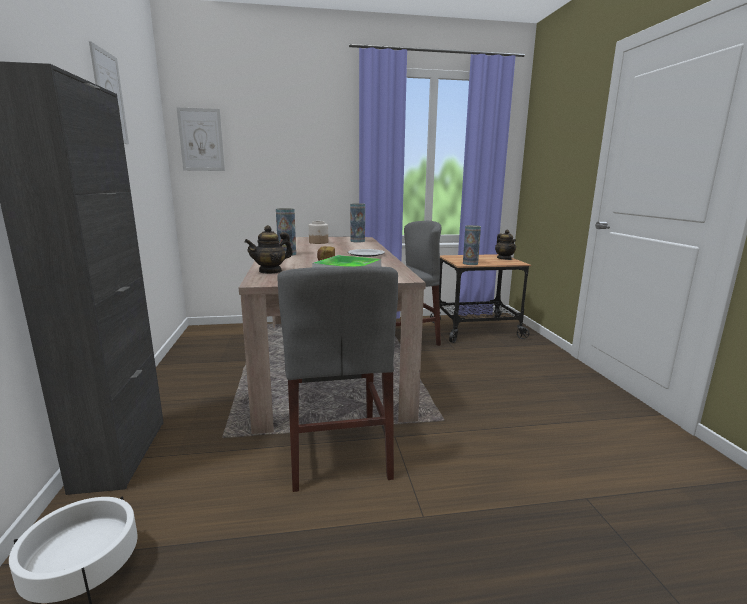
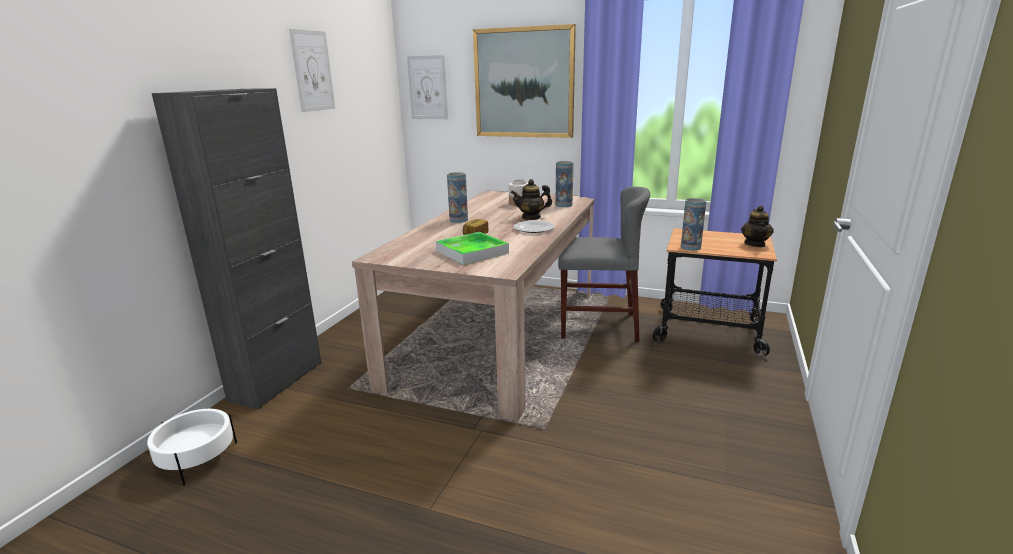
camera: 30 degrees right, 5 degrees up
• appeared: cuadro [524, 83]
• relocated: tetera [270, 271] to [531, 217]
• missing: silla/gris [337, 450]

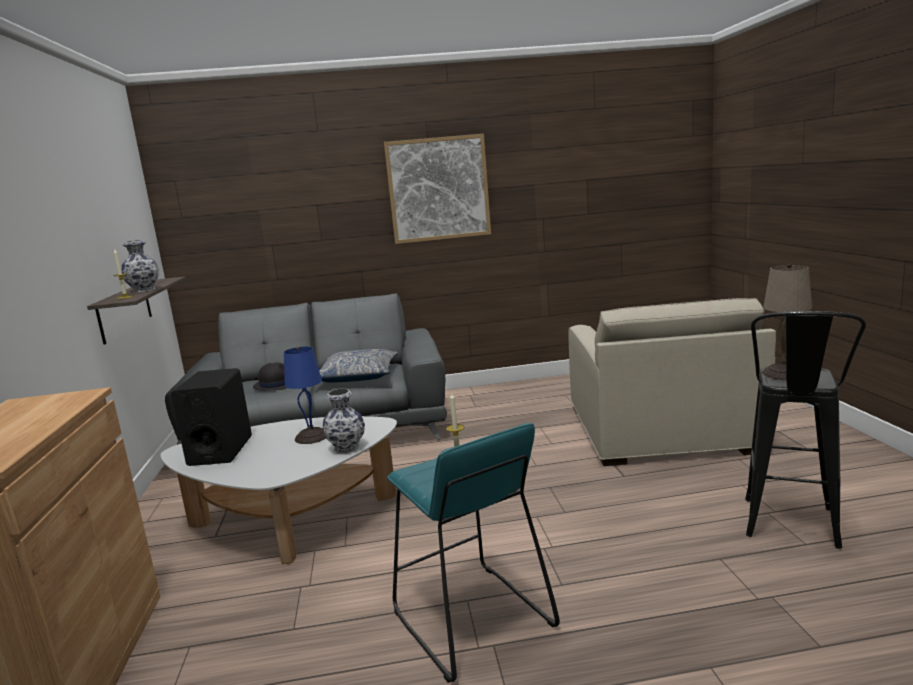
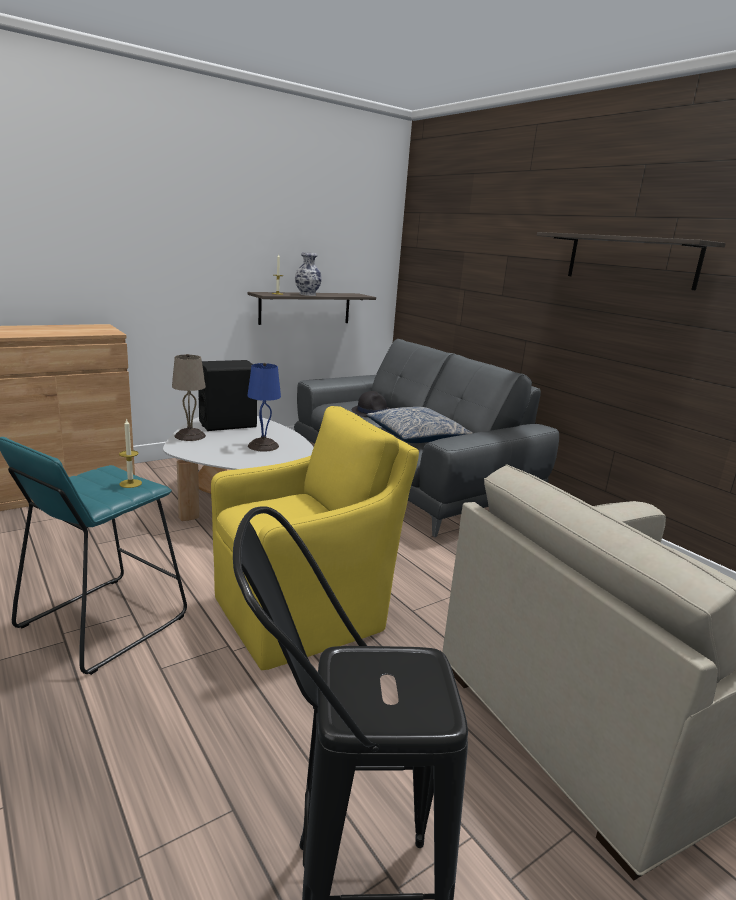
camera: 60 degrees right, 5 degrees up
• relocated: lámpara de mesa/beis [783, 373] to [190, 435]
• appeared: sillón/amarillo [304, 613]
• exchanged: cuadro [438, 189] to estante [631, 260]
• missing: florero [346, 448]

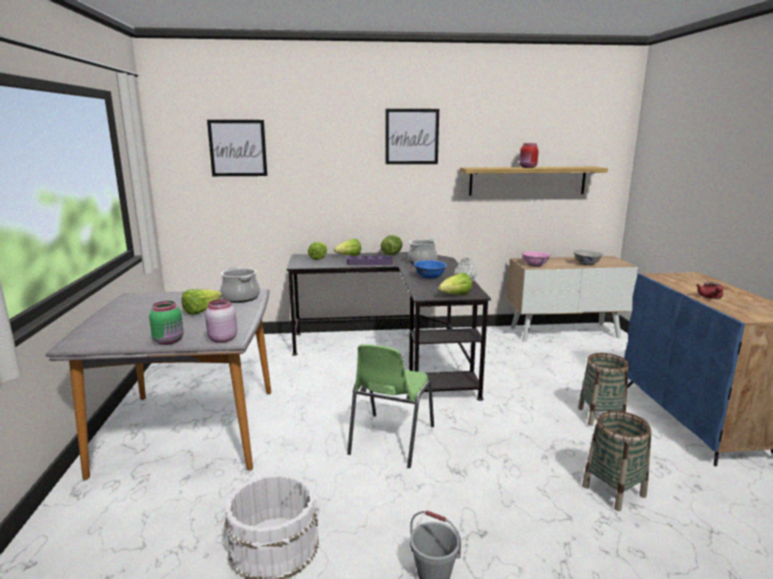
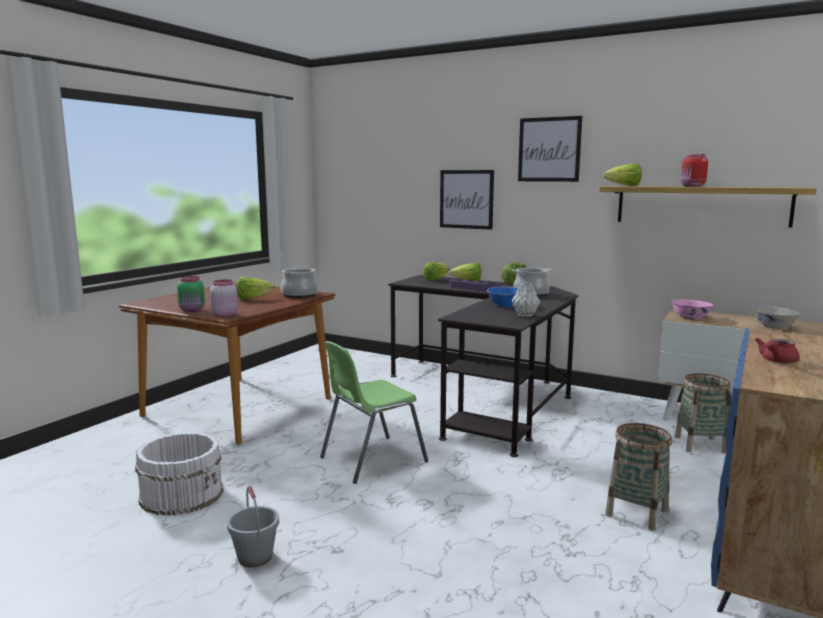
camera: 35 degrees right, 5 degrees down
• colour: mesa de comedor/gris [189, 431] to mesa de comedor/marrón [238, 407]
• relocated: cuadro [238, 148] to [466, 199]
• relocated: lechuga [455, 295] to [624, 186]
• relocated: cesta [614, 491] to [700, 444]

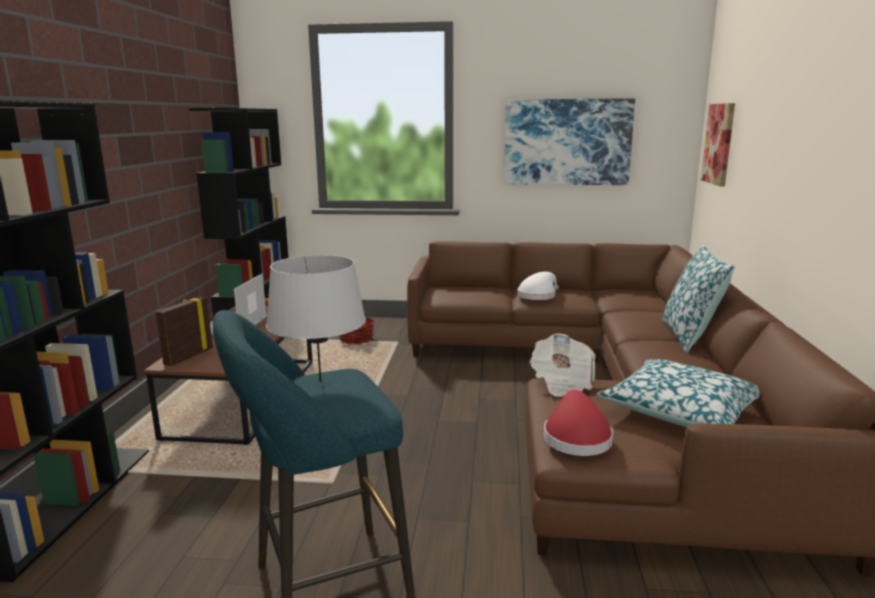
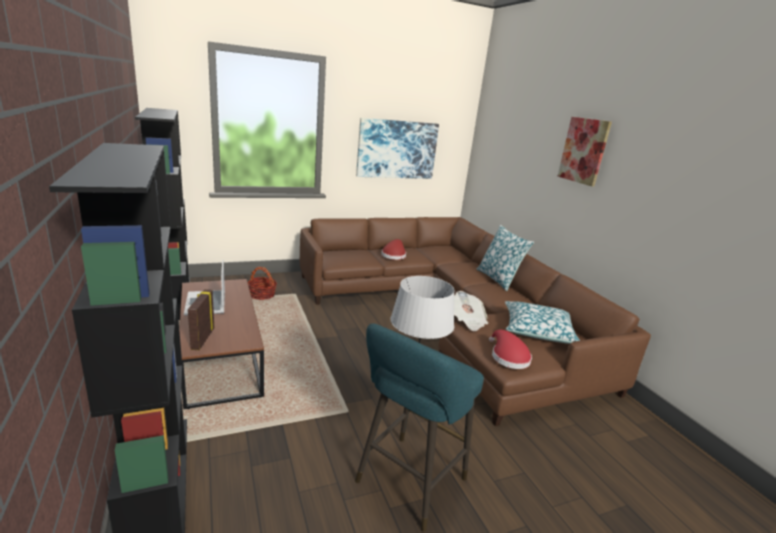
camera: 30 degrees left, 5 degrees up
• colour: sombrero/blanco [538, 295] to sombrero/rojo [394, 255]
• relocated: cuadro [719, 144] to [584, 151]

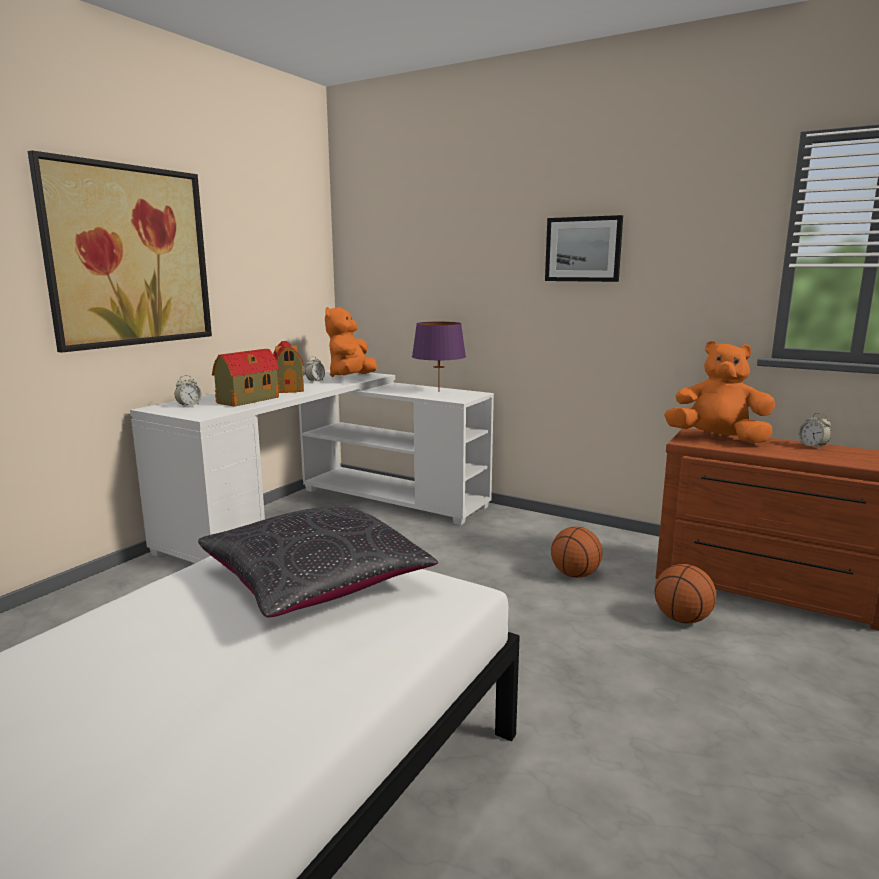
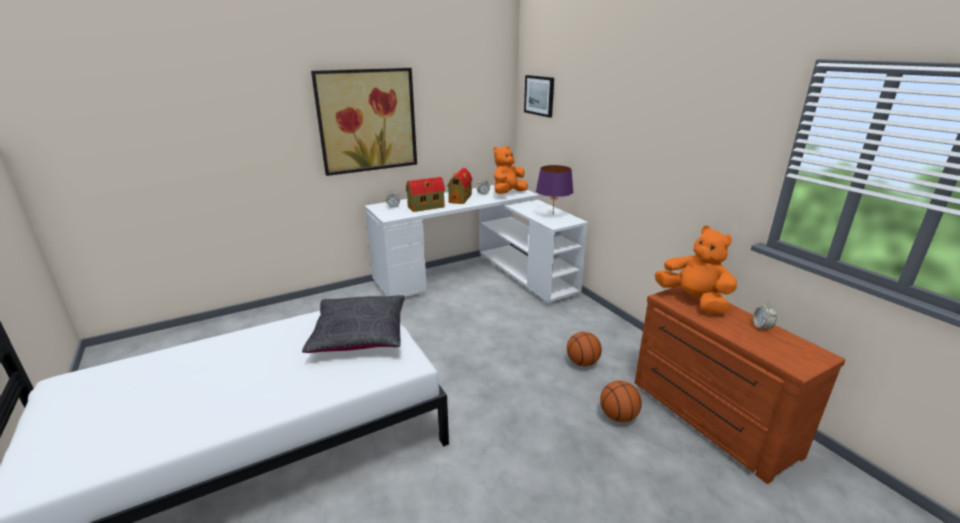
camera: 30 degrees right, 10 degrees up
• relocated: cuadro [583, 249] to [539, 95]

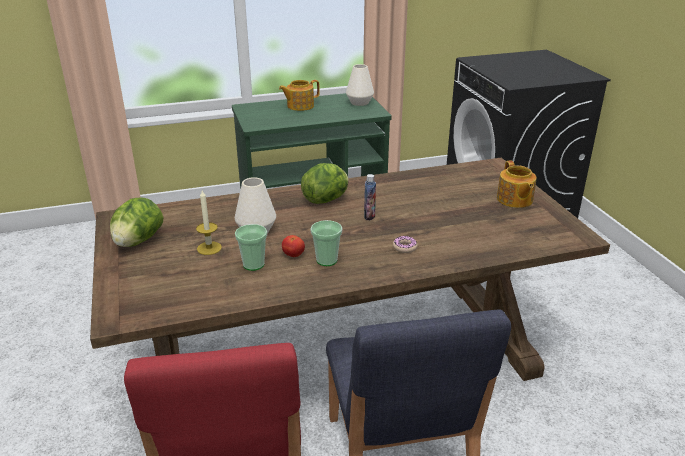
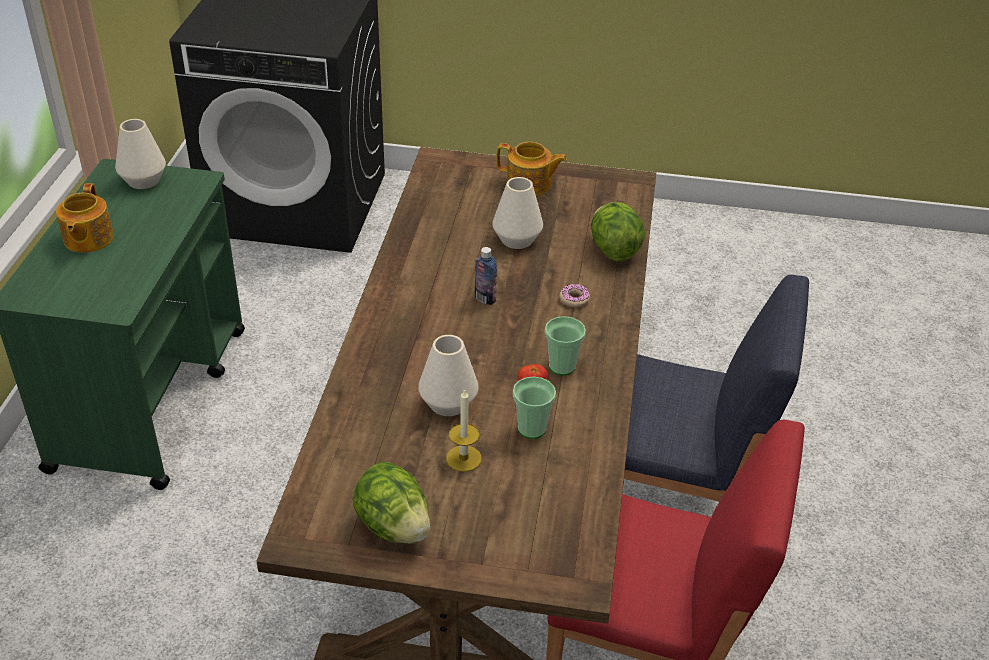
camera: 65 degrees left, 10 degrees up
• appeared: florero/blanco [517, 239]
• relocated: lechuga [326, 200] to [613, 250]

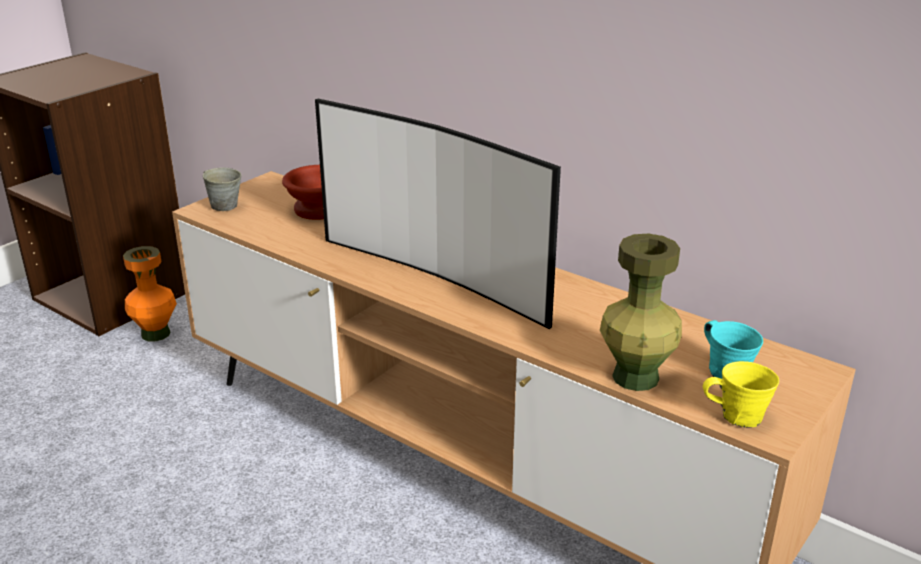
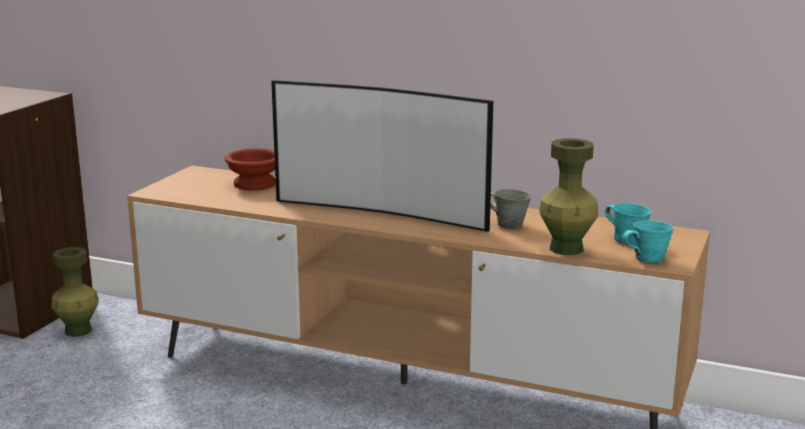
camera: 15 degrees left, 10 degrees down
• colour: florero/naranja [156, 333] to florero/verde [78, 331]
• relocated: taza grande/gris [223, 205] to [508, 224]
• colour: taza grande/amarillo [738, 417] to taza grande/turquesa [647, 260]

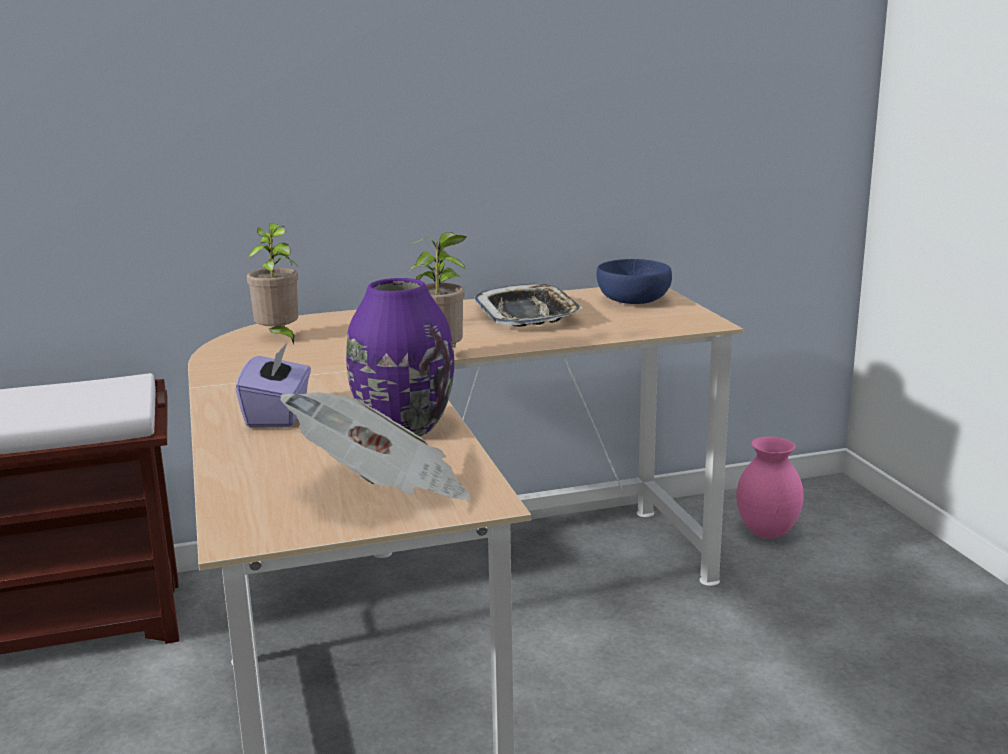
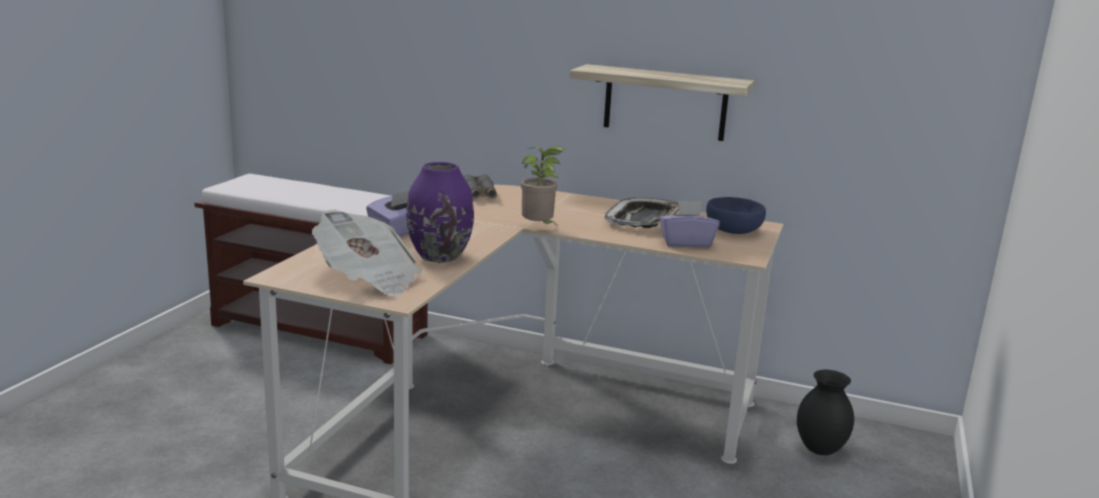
camera: 35 degrees right, 0 degrees up
• exchanged: planta en maceta [279, 338] to prismáticos/gris [479, 195]
• appeared: estante [665, 103]
• appeared: caja de pañuelos/morado [686, 243]
• colour: florero/rosa [768, 533] to florero/negro [821, 450]

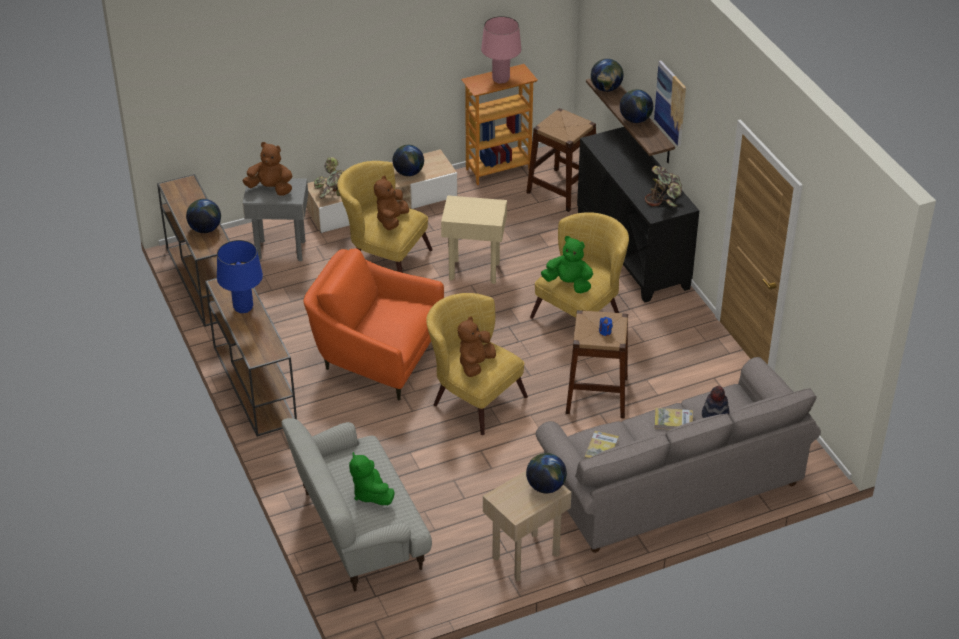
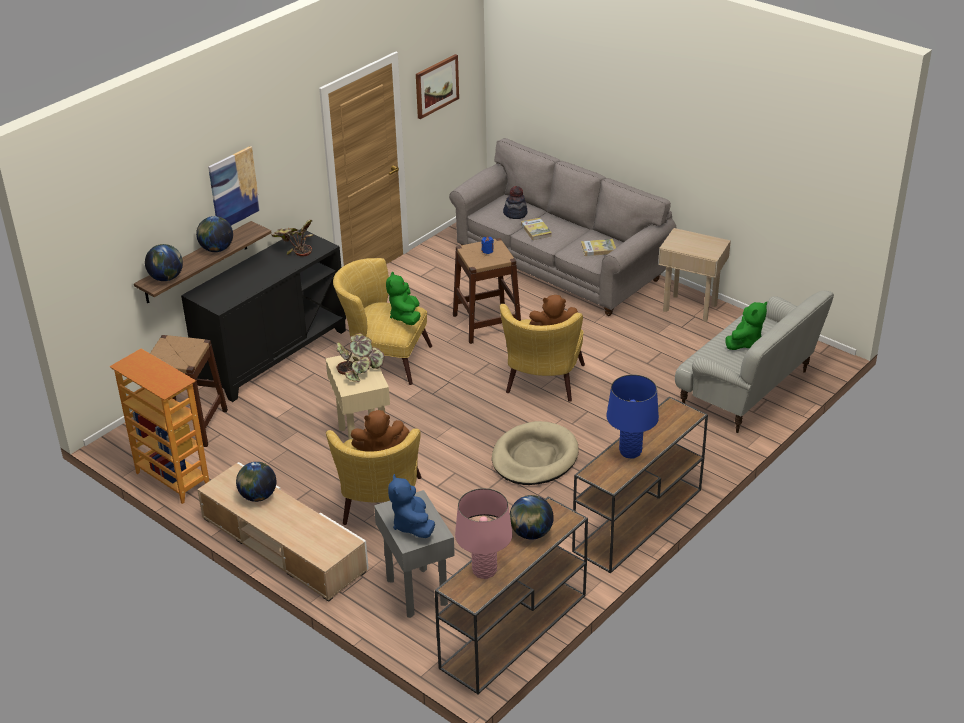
camera: 115 degrees left, 5 degrees down
• relocated: planta en maceta [330, 192] to [359, 370]
• colour: peluche/marrón [270, 188] to peluche/azul [412, 525]
• appeared: cuadro [436, 86]
• relocated: lámpara de mesa/rosa [500, 79] to [484, 571]
• exchanged: sillón/naranja [376, 356] to cama para perro/beis [534, 457]
• missing: globo terráqueo [545, 486]

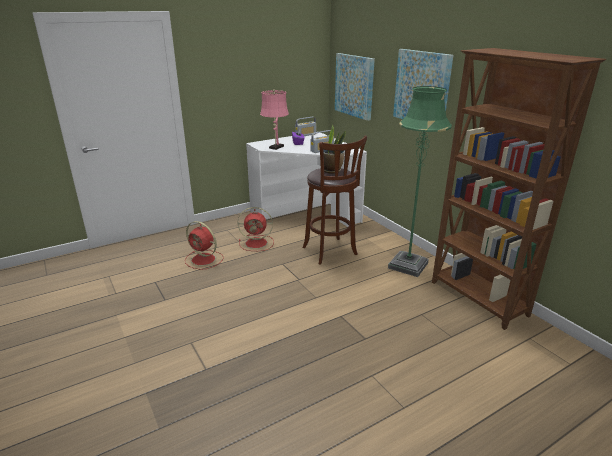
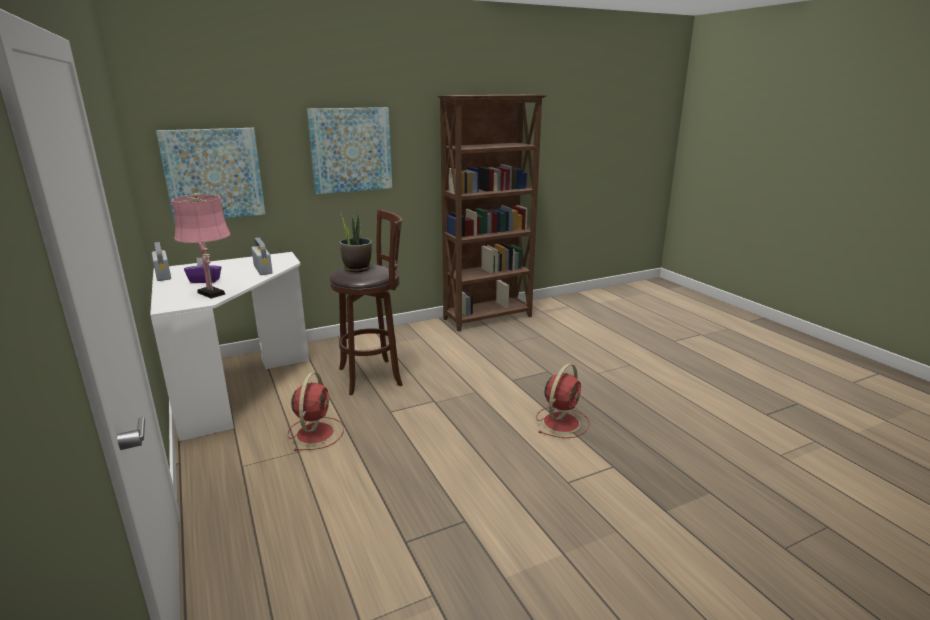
camera: 85 degrees left, 5 degrees down
• relocated: ventilador/rojo [204, 260] to [562, 422]
• missing: lámpara de pie/verde [408, 265]

